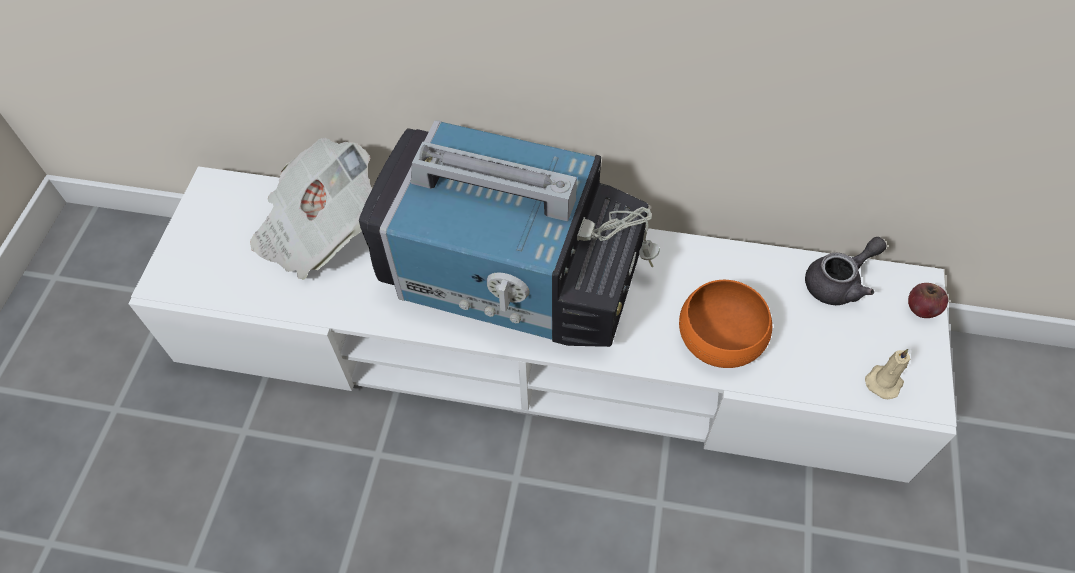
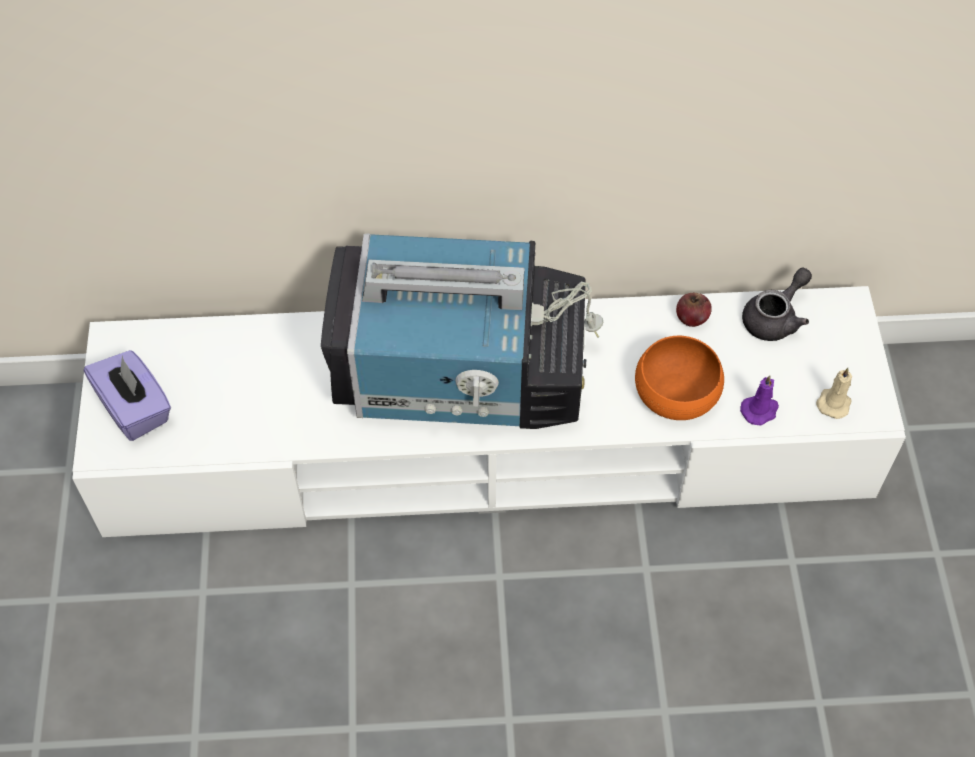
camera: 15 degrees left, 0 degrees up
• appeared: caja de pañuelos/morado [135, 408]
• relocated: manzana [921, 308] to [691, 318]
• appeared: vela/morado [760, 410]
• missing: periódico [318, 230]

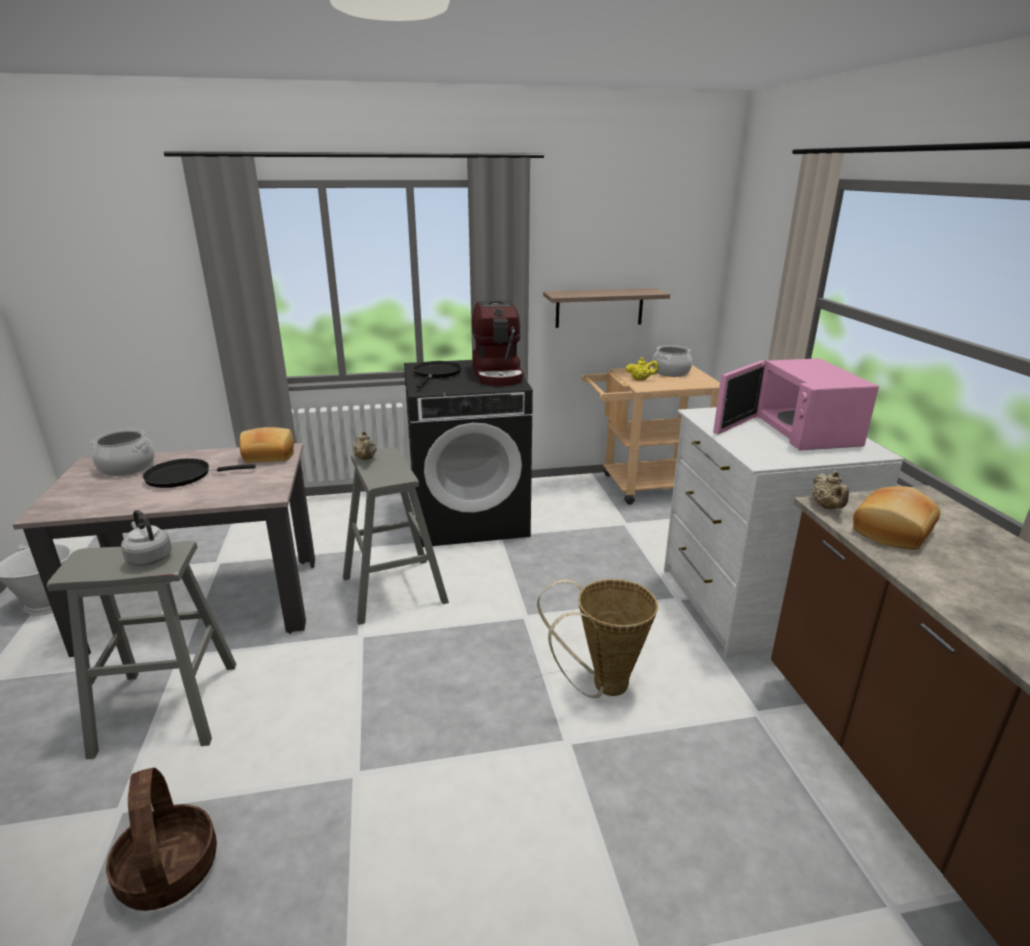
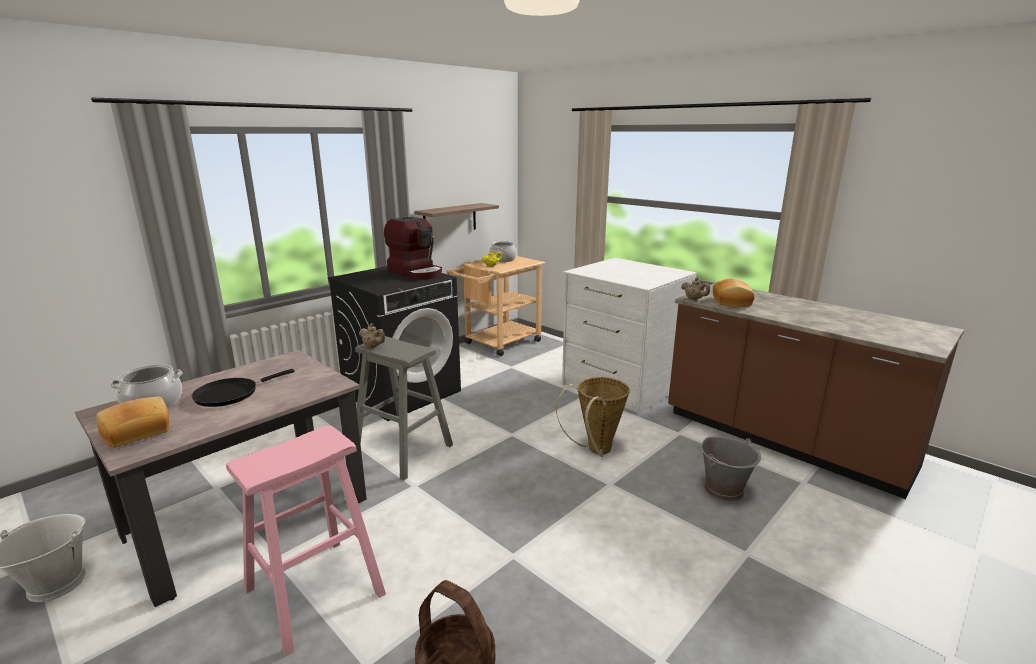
camera: 35 degrees left, 5 degrees down
• relocated: pan [269, 455] to [137, 432]
• colour: taburete/gris [167, 708] to taburete/rosa [314, 592]
• appeared: cubo/gris [724, 490]
• missing: hervidor/gris [149, 558]
• missing: sartén/negro [436, 374]
• missing: microondas/rosa [798, 430]

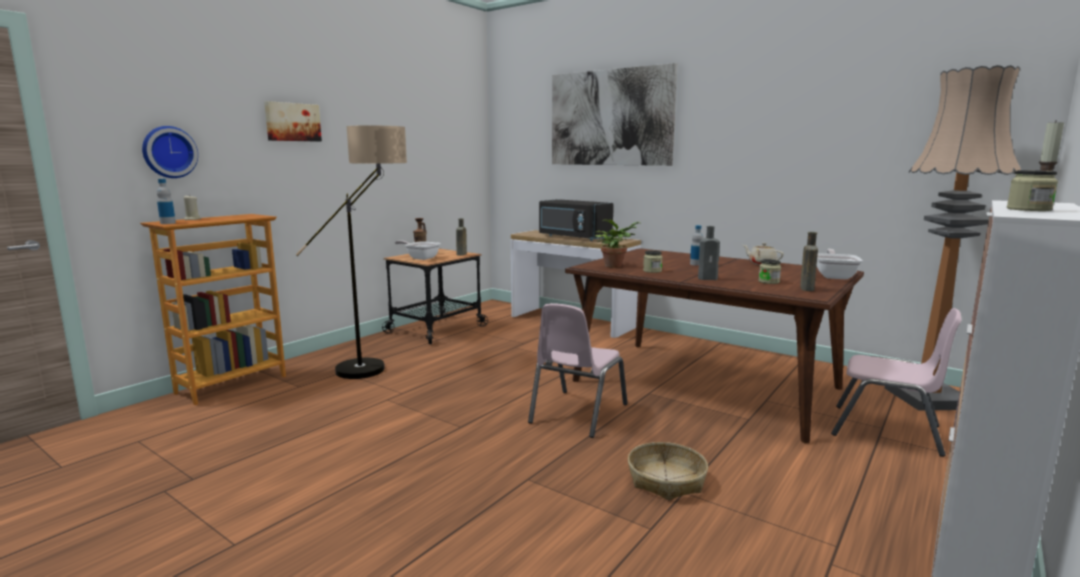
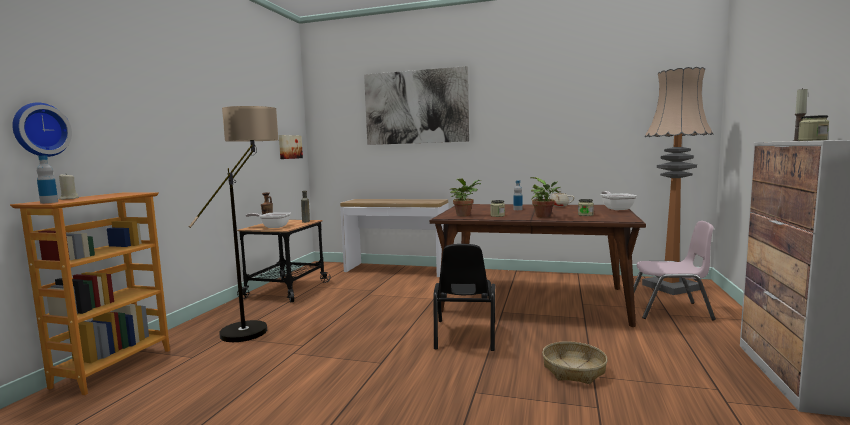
camera: 20 degrees left, 5 degrees down
• relocated: cuadro [292, 122] to [289, 147]
• colour: silla/rosa [577, 413] to silla/negro [464, 335]
• exchanged: botella/gris [709, 278] to planta en maceta [545, 216]
• missing: microondas/negro [573, 237]
• missing: botella/marrón [806, 288]

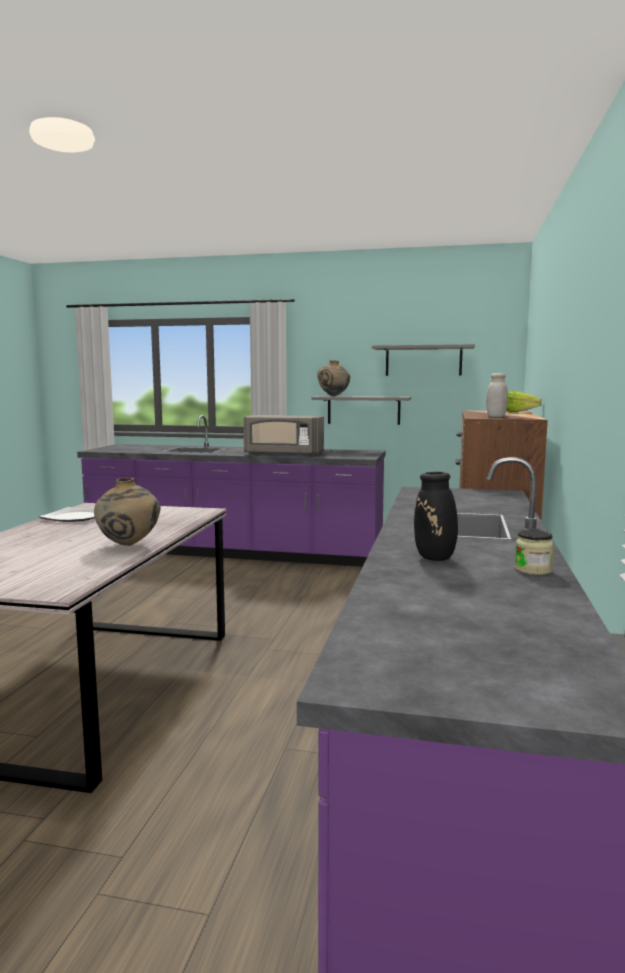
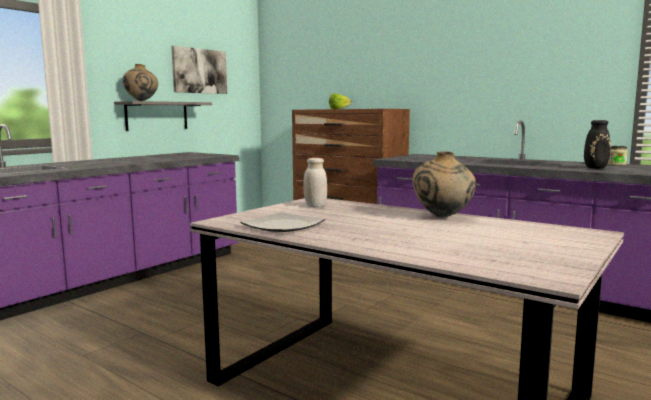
camera: 65 degrees left, 0 degrees up
• exchanged: estante/gris [423, 361] to cuadro [199, 71]
• relocated: tarro/blanco [496, 416] to [315, 206]
• missing: microondas/gris [283, 454]

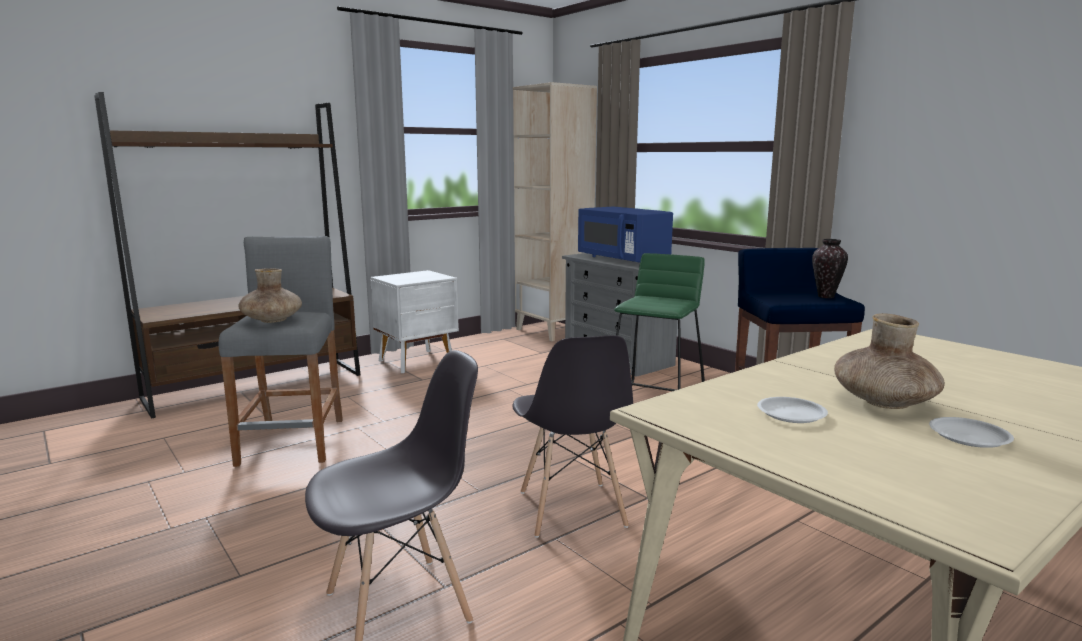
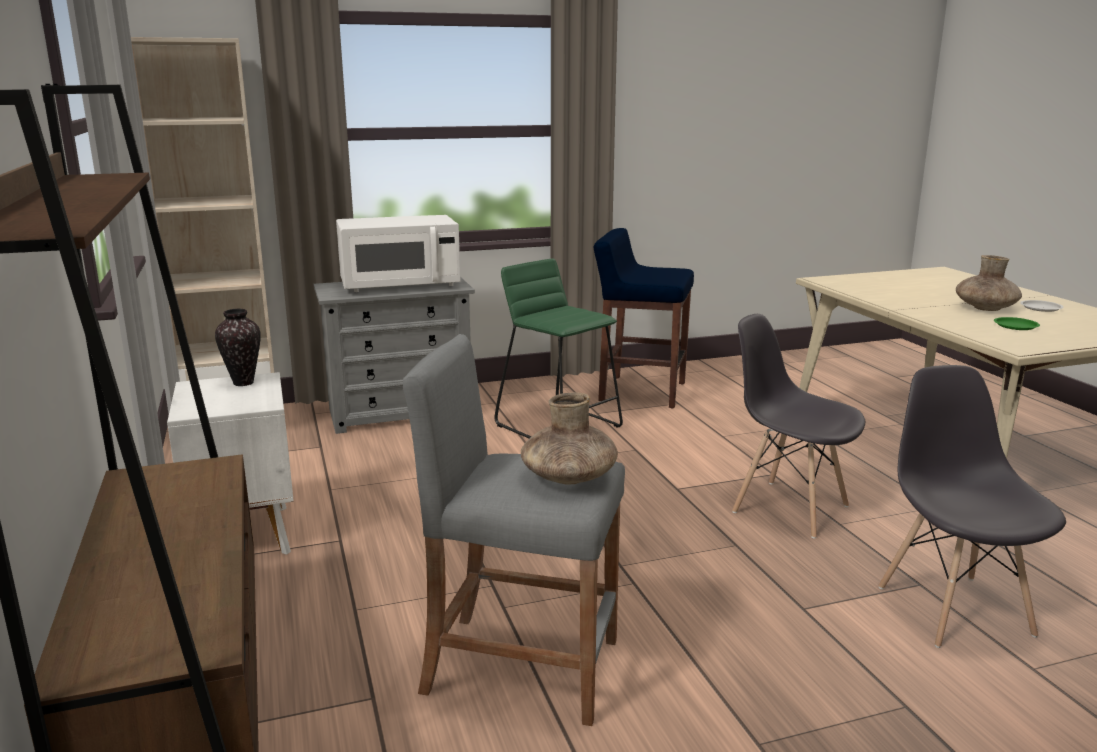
camera: 70 degrees left, 5 degrees up
• relocated: florero [826, 297] to [244, 383]
• colour: microondas/azul [623, 260] to microondas/blanco [400, 286]
• spun: silla/gris [571, 510] = [789, 508] 150 degrees counterclockwise
• colour: plato/blanco [791, 414] to plato/verde [1015, 326]

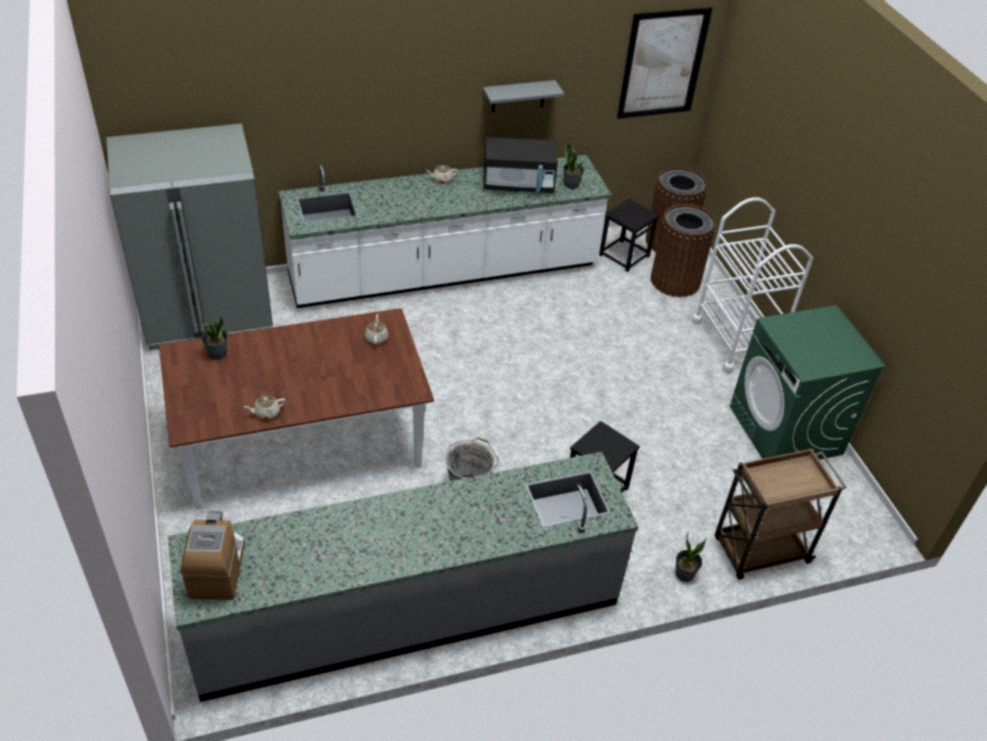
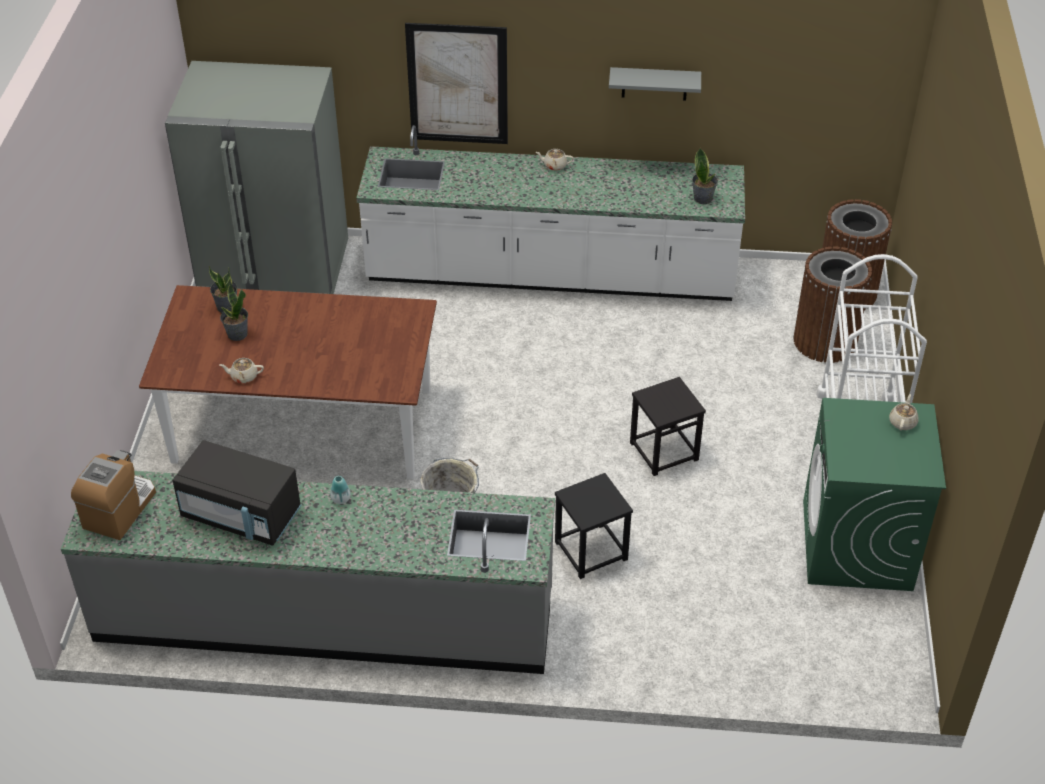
camera: 25 degrees right, 0 degrees up
• relocated: microondas/negro [518, 184] to [242, 515]
• relocated: planta en maceta [684, 574] to [237, 334]
• appeared: florero [341, 499]
• relocated: cuadro [663, 64] to [457, 84]
• relocated: taburete/negro [624, 255] to [664, 451]
• relocated: tetera/beis [376, 338] to [902, 422]
• missing: carrito/marrón [759, 551]

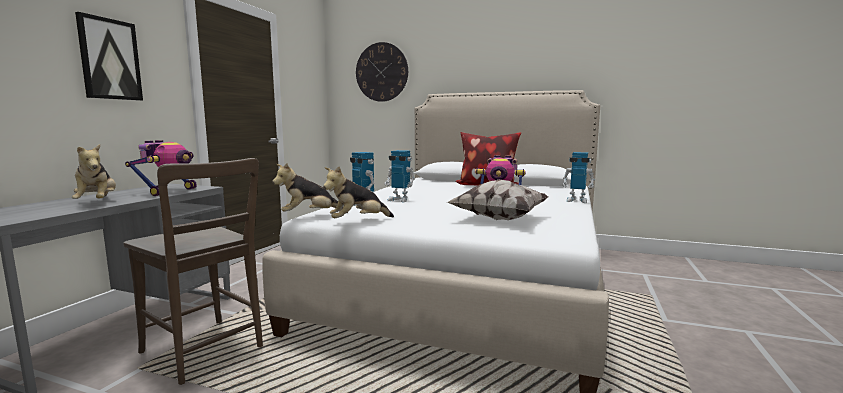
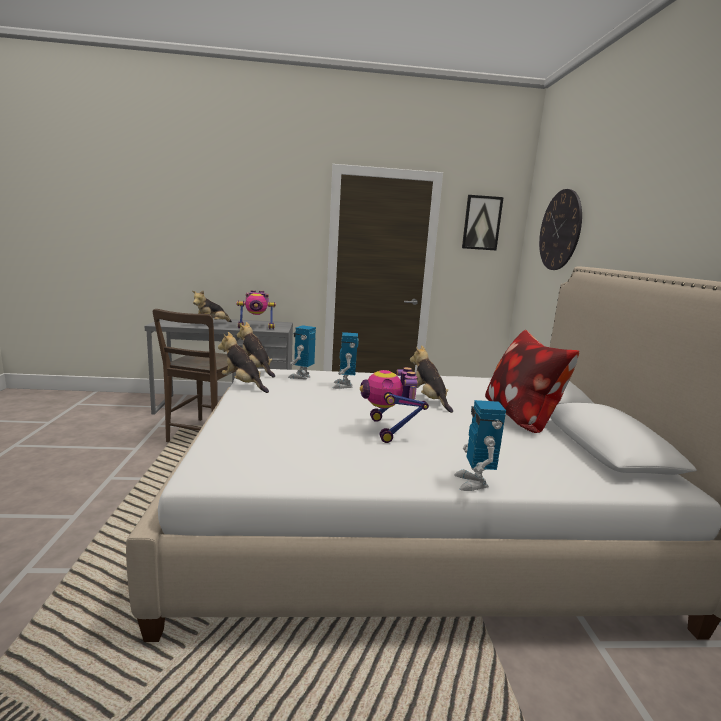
camera: 65 degrees right, 5 degrees up
• appeared: peluche [429, 400]
• relocated: cuadro [109, 59] to [481, 223]
• missing: cojín [498, 218]

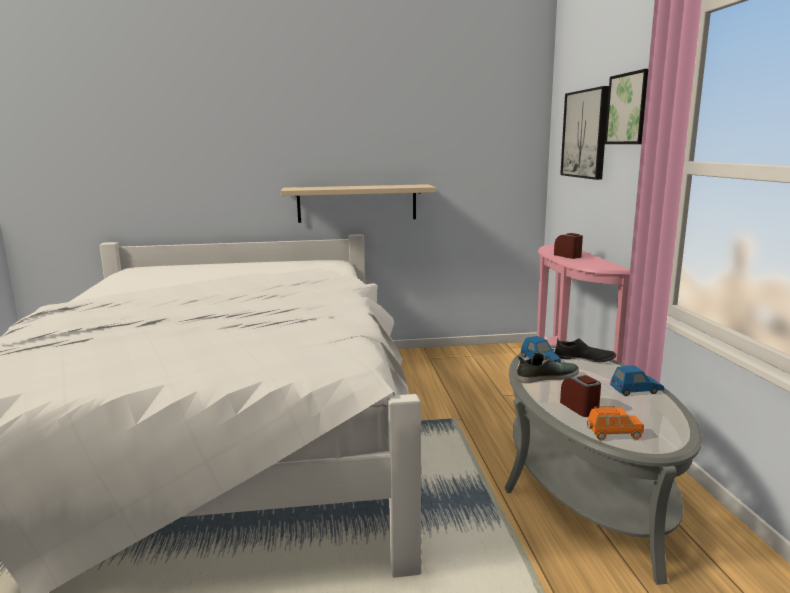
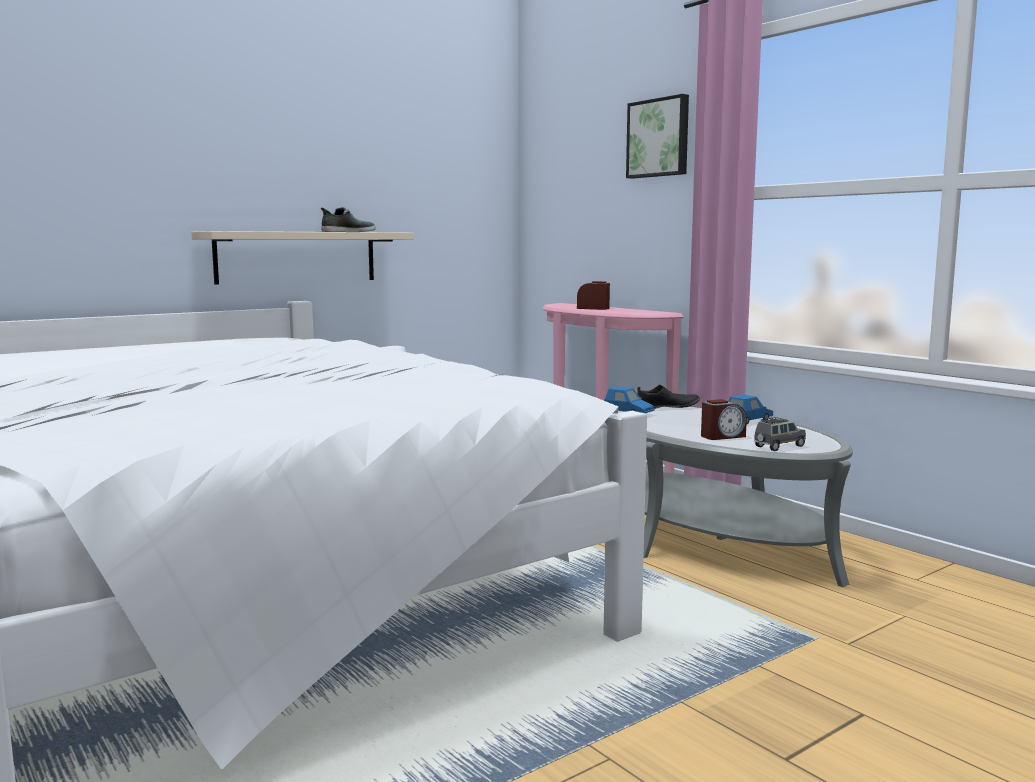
camera: 30 degrees left, 5 degrees down
• relocated: zapato [546, 376] to [348, 232]
• spun: despertador [580, 408] = [722, 436] 120 degrees clockwise
• colour: coche de juguete/naranja [613, 434] to coche de juguete/gris [779, 446]
• missing: cuadro [585, 134]

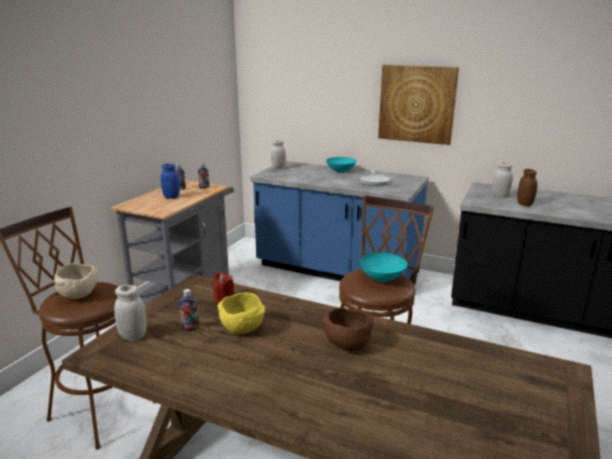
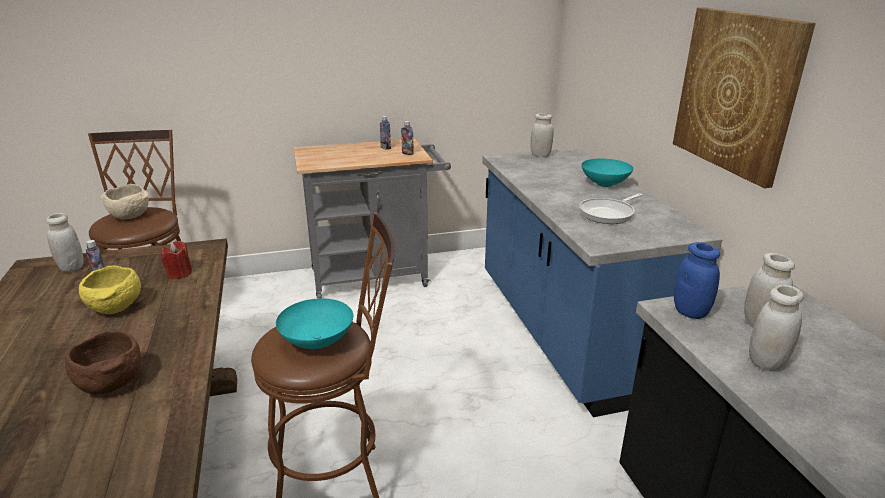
camera: 50 degrees right, 5 degrees up
• relocated: tarro/azul [171, 197] to [690, 312]
• colour: tarro/marrón [524, 204] to tarro/blanco [766, 363]

